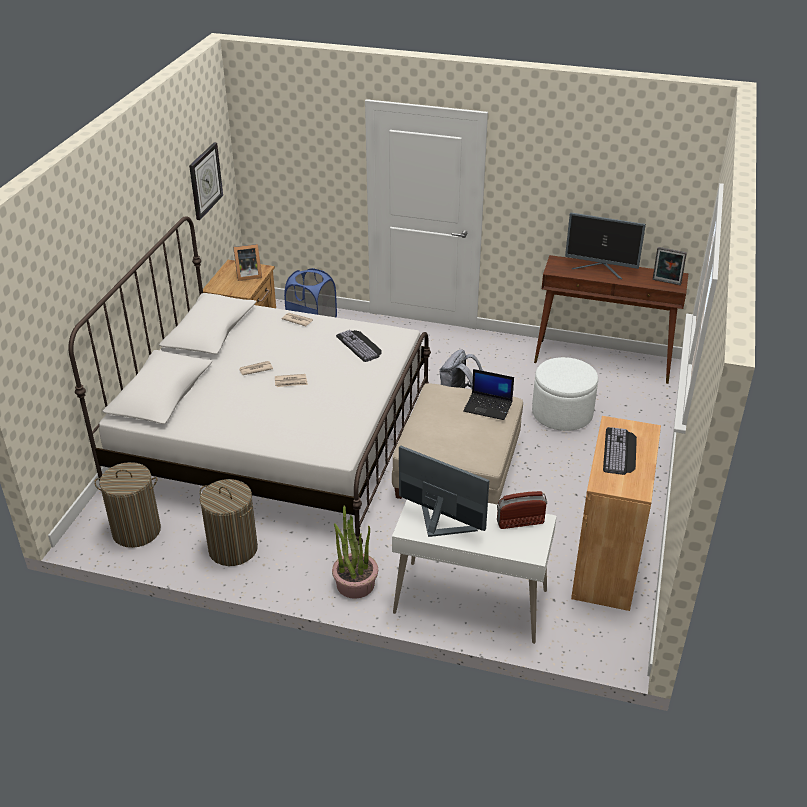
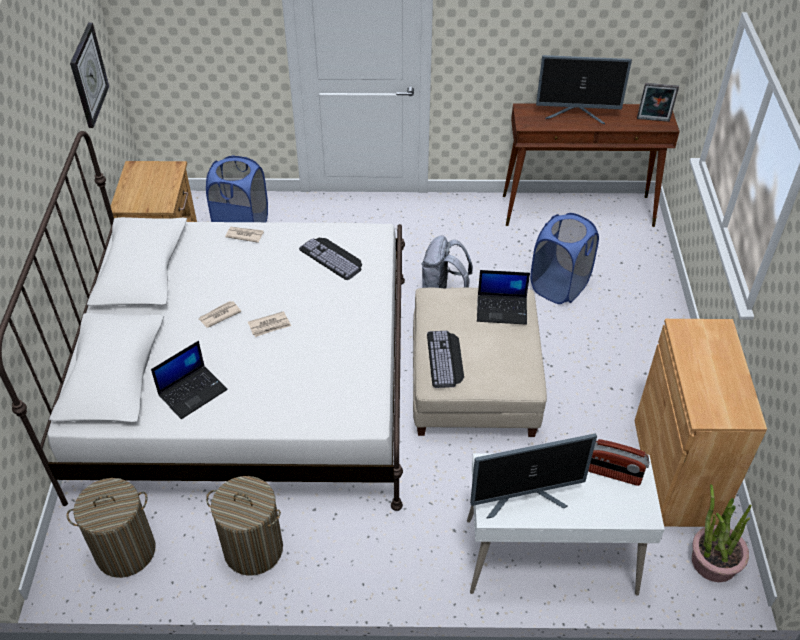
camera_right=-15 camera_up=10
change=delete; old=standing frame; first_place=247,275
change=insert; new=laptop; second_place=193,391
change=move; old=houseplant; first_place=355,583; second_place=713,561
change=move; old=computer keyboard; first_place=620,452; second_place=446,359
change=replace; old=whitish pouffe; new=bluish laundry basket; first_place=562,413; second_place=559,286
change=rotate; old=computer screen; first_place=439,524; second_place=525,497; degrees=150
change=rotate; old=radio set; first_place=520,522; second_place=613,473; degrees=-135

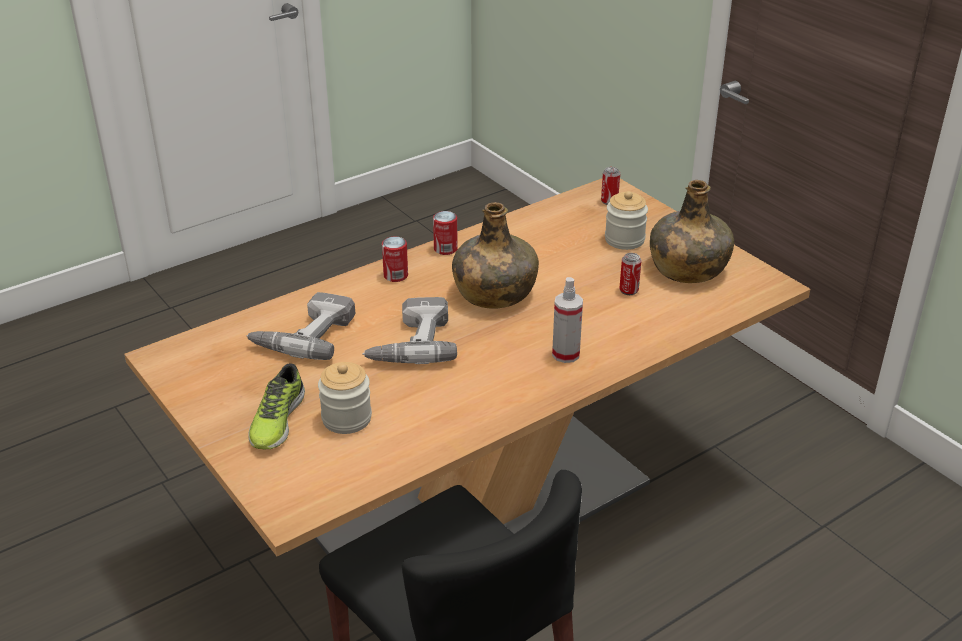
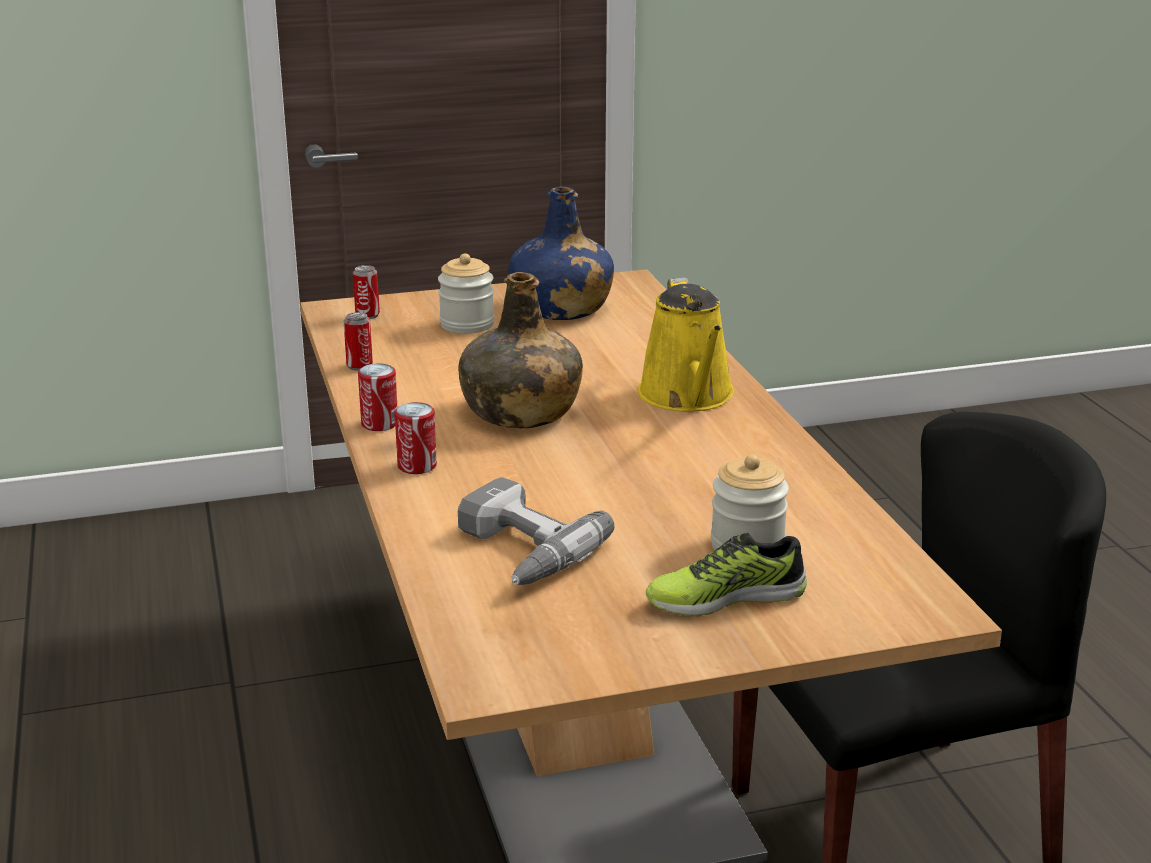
camera_right=-70 camera_up=-10
change=delete; old=power drill; first_place=410,342
change=move; old=can; first_place=628,290; second_place=359,366
change=replace; old=spray bottle; new=yellow watering can; first_place=566,354; second_place=688,396
change=recolor; old=green beverage bottle; new=bluish beverage bottle; first_place=687,268; second_place=560,308
change=rotate; old=shoe; first_place=276,420; second_place=725,597; degrees=135

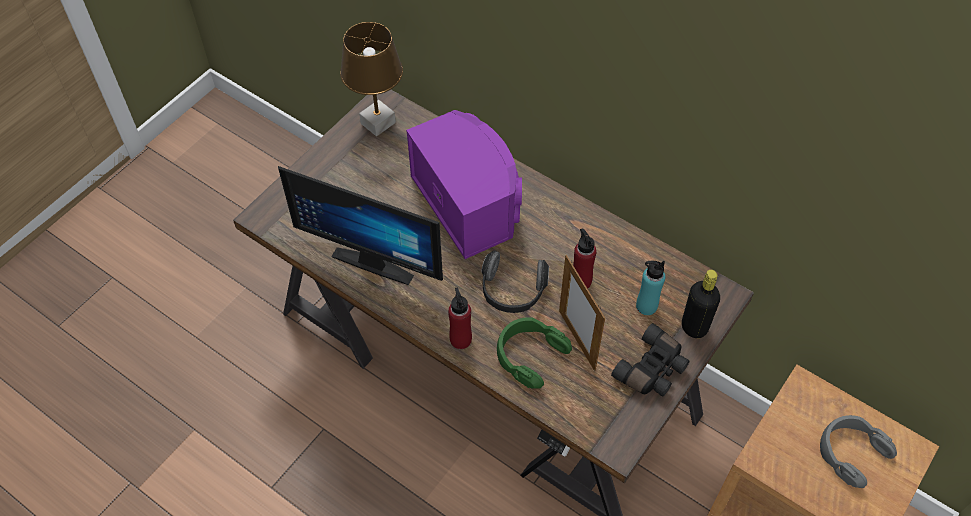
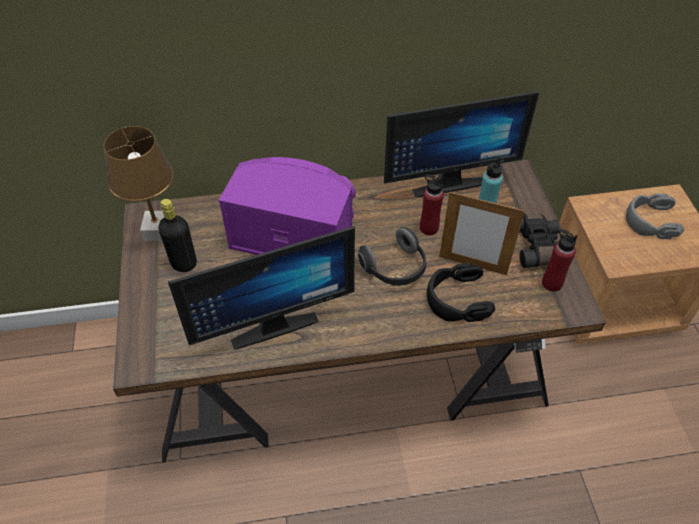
camera_right=-45 camera_up=-5
change=insert; new=computer screen; second_place=446,181
change=move; old=reddish beverage bottle; first_place=460,339; second_place=551,283
change=move; old=black beverage bottle; first_place=694,327; second_place=184,263
change=recolor; old=green headset; new=black headset; first_place=529,355; second_place=457,299

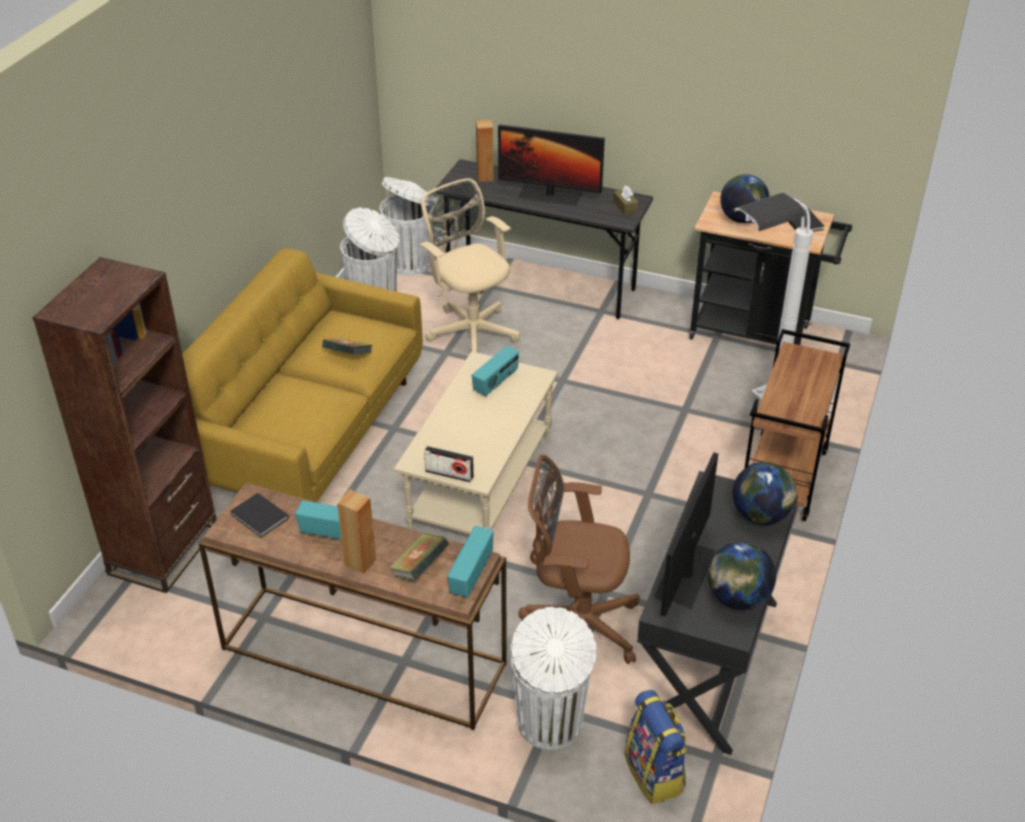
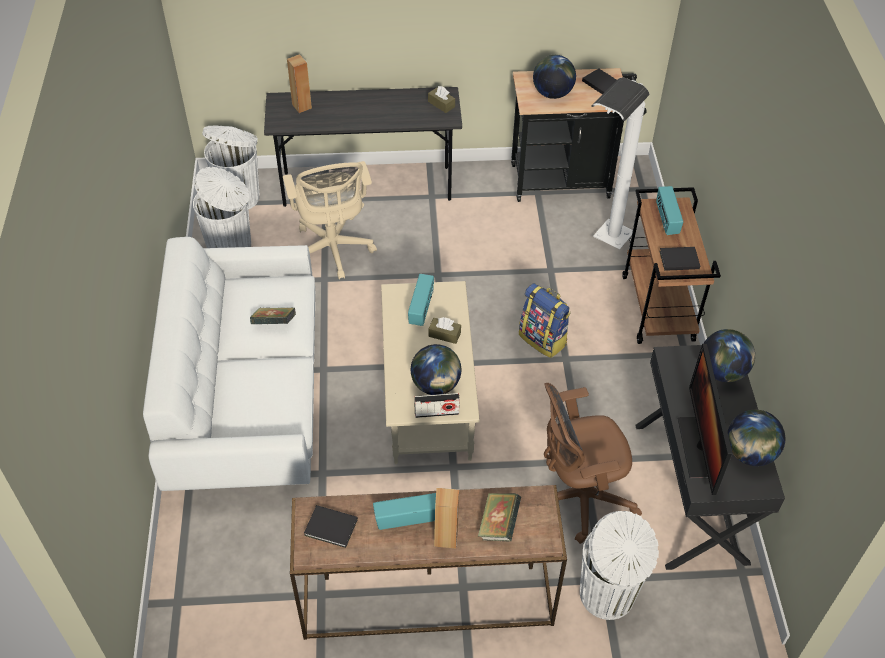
camera_right=-25 camera_up=10
change=delete; old=brown-coloured bookcase; first_place=164,550
change=delete; old=computer screen; first_place=549,195
change=insert; new=world globe; second_place=436,385
change=insert; new=brown-coloured tissue box; second_place=444,334
change=insert; new=black bound book; second_place=678,259
change=move; old=radio set; first_place=470,574; second_place=666,220
change=move; old=rucksack; first_place=655,773; second_place=543,339
change=recolor; old=yellow settee; new=whitish settee; first_place=306,429; second_place=247,397
change=rotate; old=beige-coloured computer chair; first_place=471,331; second_place=333,250; degrees=-135

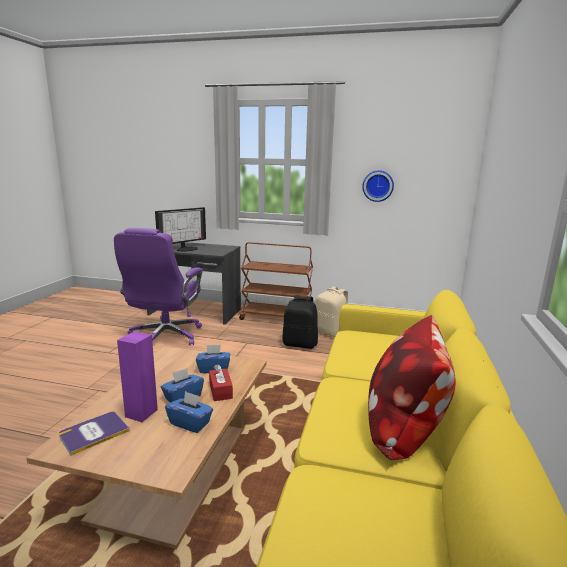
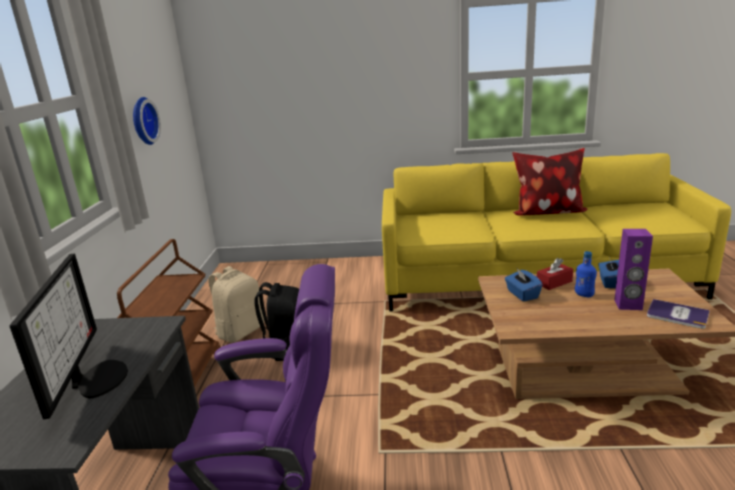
camera_right=-100 camera_up=5
change=replace; old=bluish tissue box; new=bluish beverage bottle; first_place=183,397; second_place=584,295
change=rotate; old=computer screen; first_place=186,249; second_place=95,379; degrees=45

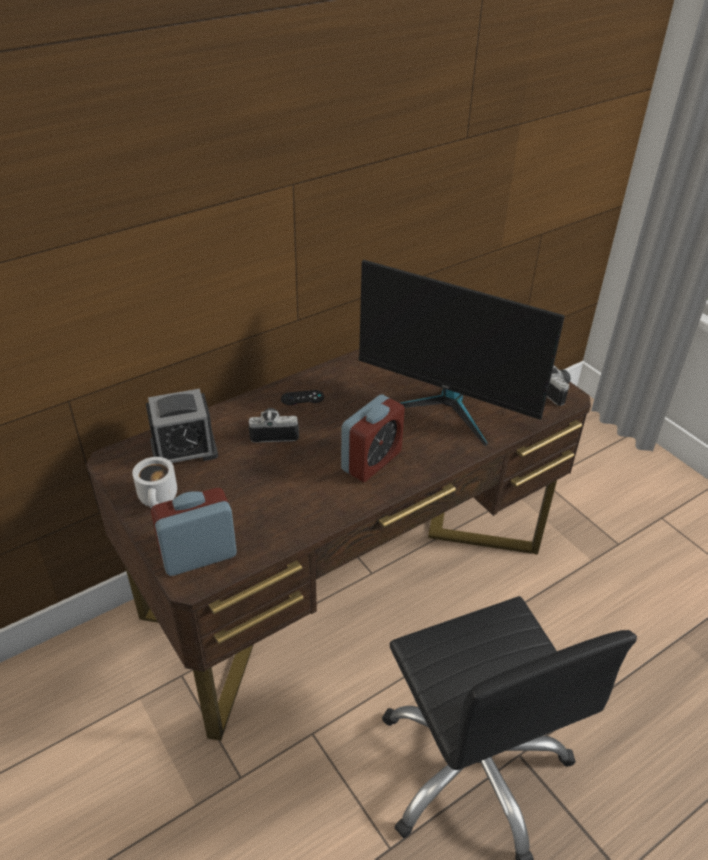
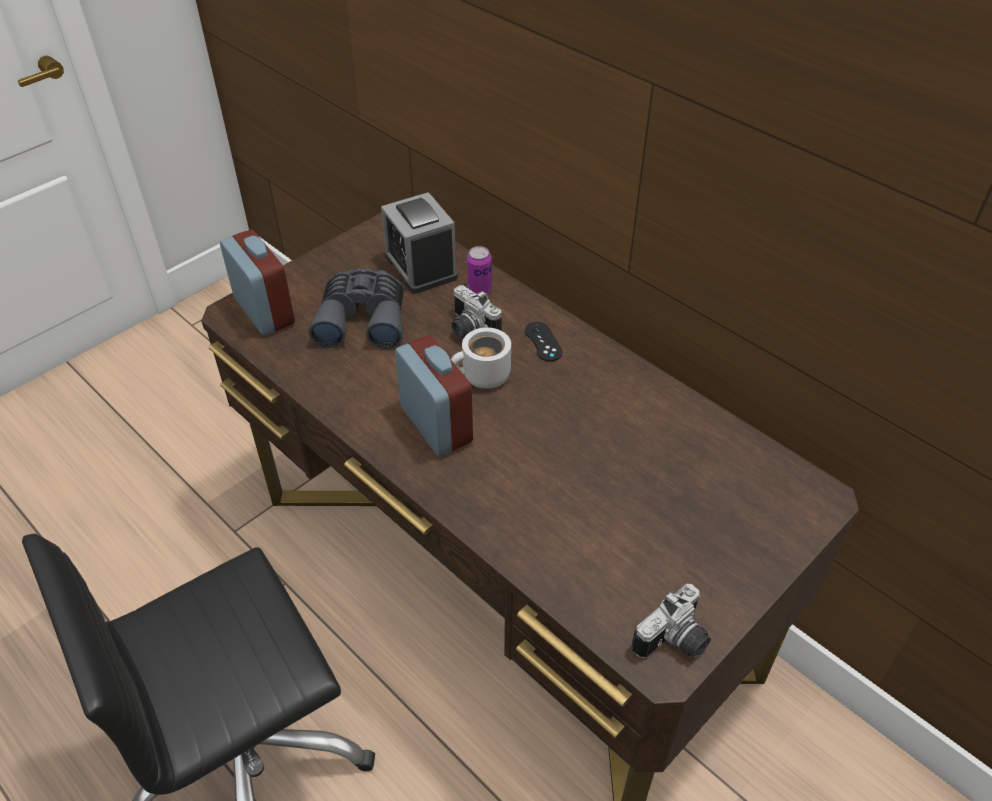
camera_right=80 camera_up=5
change=delete; old=computer screen; first_place=446,407
change=insert; new=grey pair of binoculars; second_place=363,319
change=insert; new=can; second_place=479,289
change=move; old=whitish mug; first_place=159,499; second_place=482,378
change=rotate; old=photo camera; first_place=274,432; second_place=469,329; degrees=150
change=rotate; old=alarm clock; first_place=371,461; second_place=436,424; degrees=-150

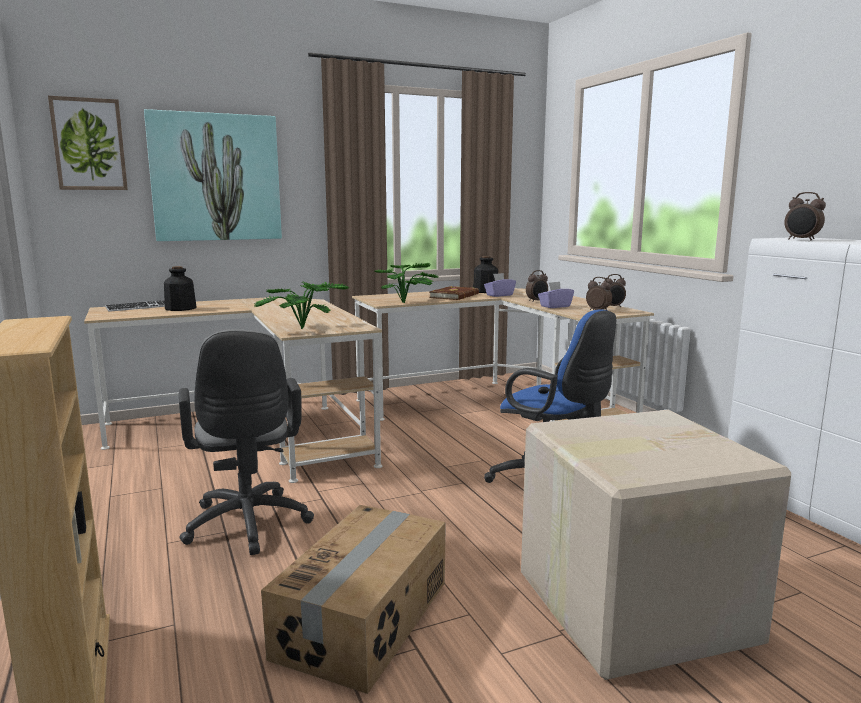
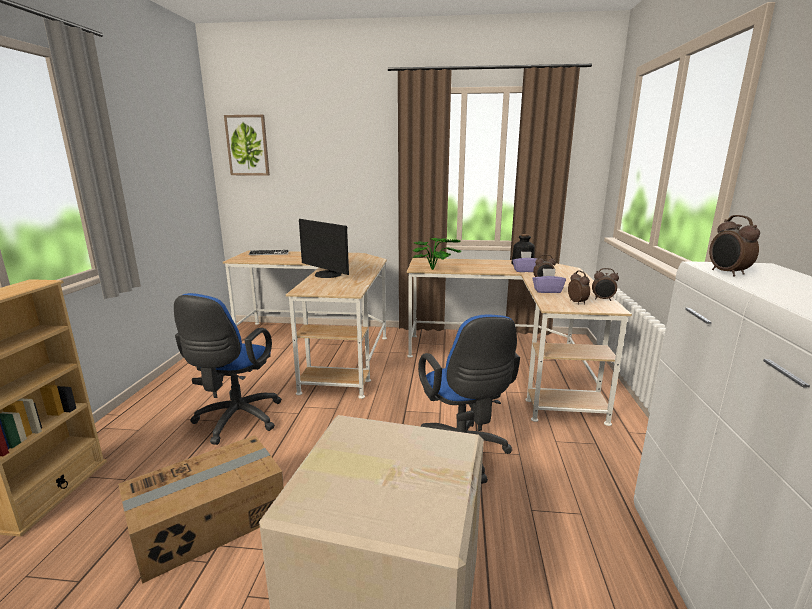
camera_right=30 camera_up=5
change=delete; old=wall picture; first_place=216,178
change=delete; old=beverage bottle; first_place=180,308
change=delete; old=houseplant; first_place=303,329
change=delete; old=brown-coloured bound book; first_place=455,296
change=insert; new=computer screen; second_place=327,275
change=recolor; old=grey computer chair; new=bluish computer chair; first_place=248,526; second_place=236,421

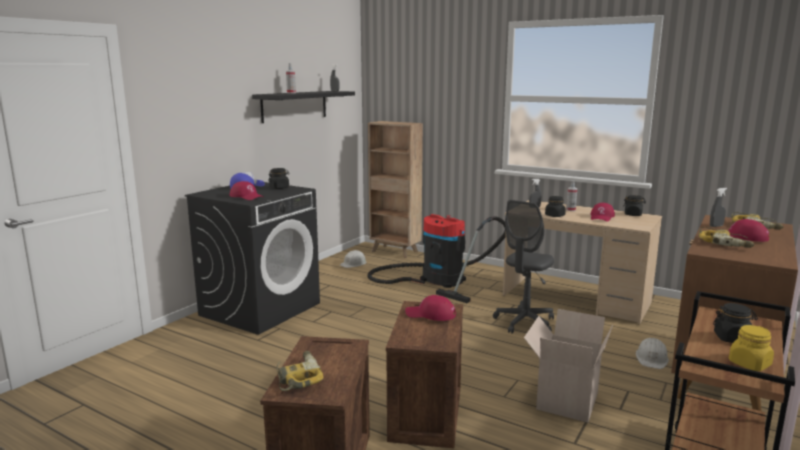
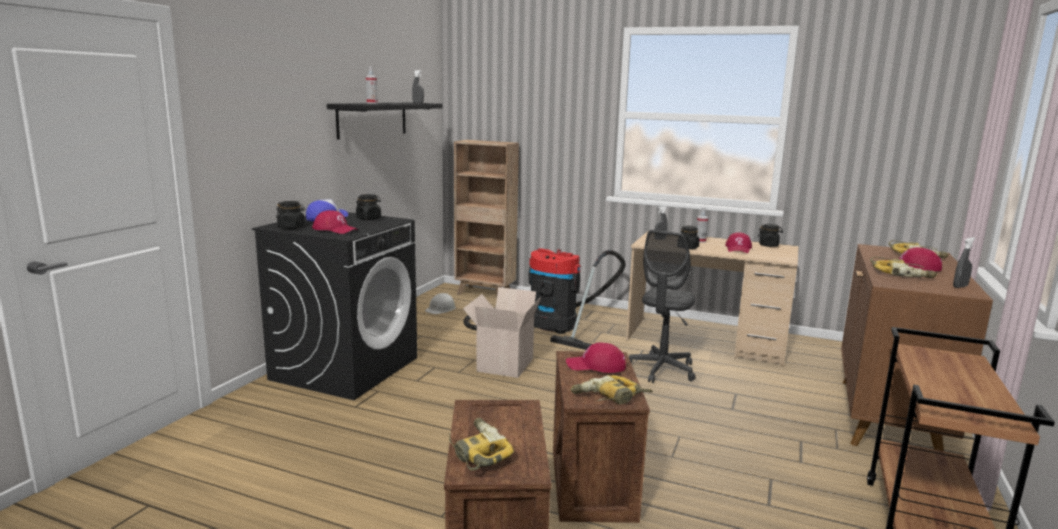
camera_right=-10 camera_up=0
change=delete; old=whitish safety helmet; first_place=652,359
change=delete; old=yellow storage jar; first_place=749,364
change=insert; new=power drill; second_place=609,398
change=move; old=carton; first_place=565,400; second_place=503,364
change=move; old=grey spray bottle; first_place=716,226; second_place=960,286
change=move; old=black storage jar; first_place=732,338; second_place=291,227

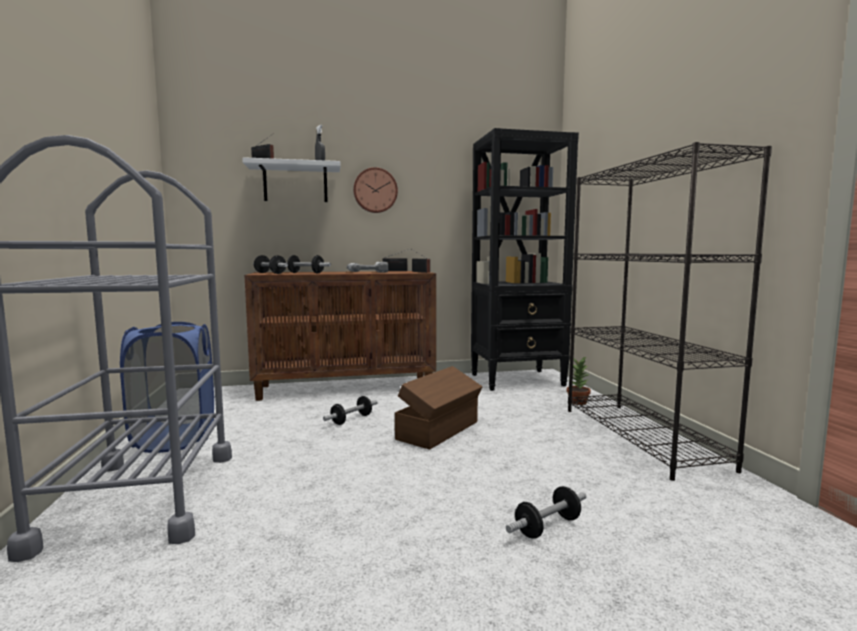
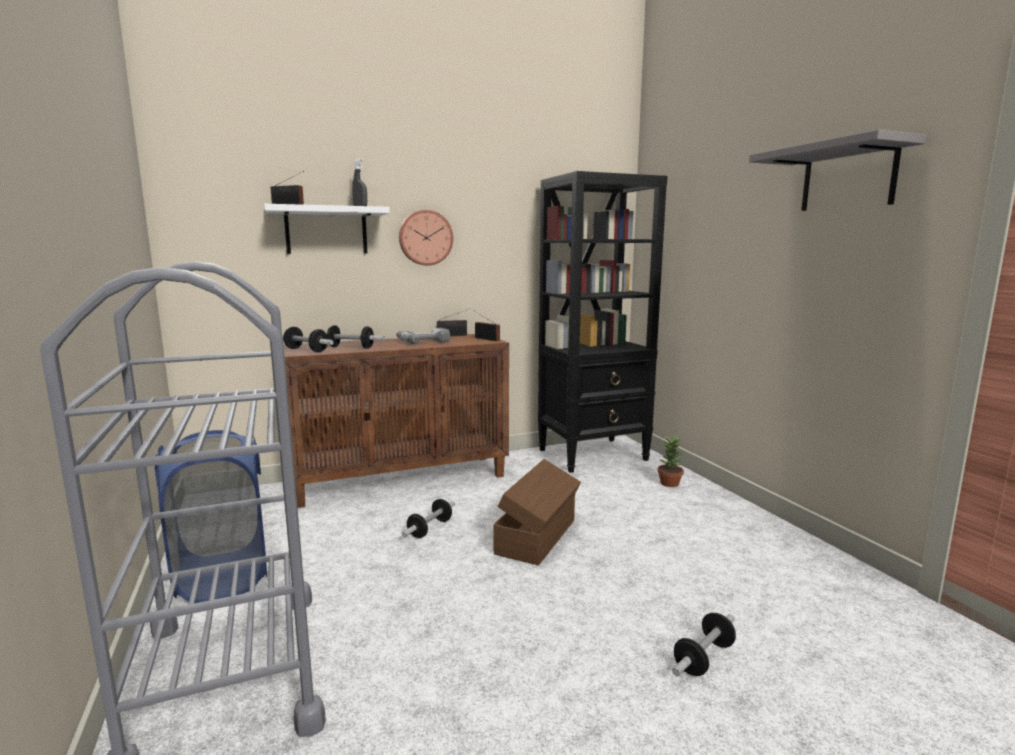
camera_right=-10 camera_up=5
change=delete; old=black bookcase; first_place=642,437
change=insert; new=grey shelf; second_place=848,178

